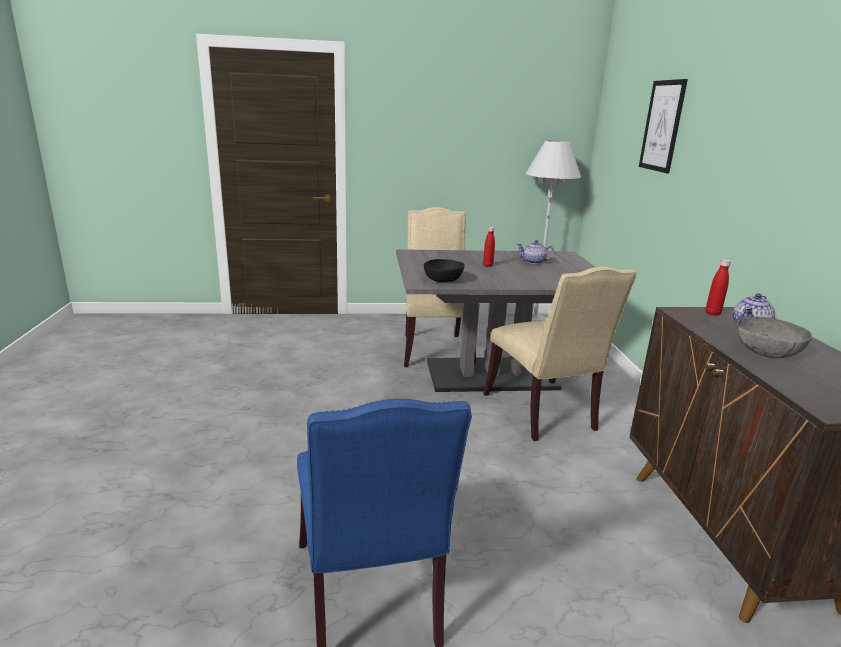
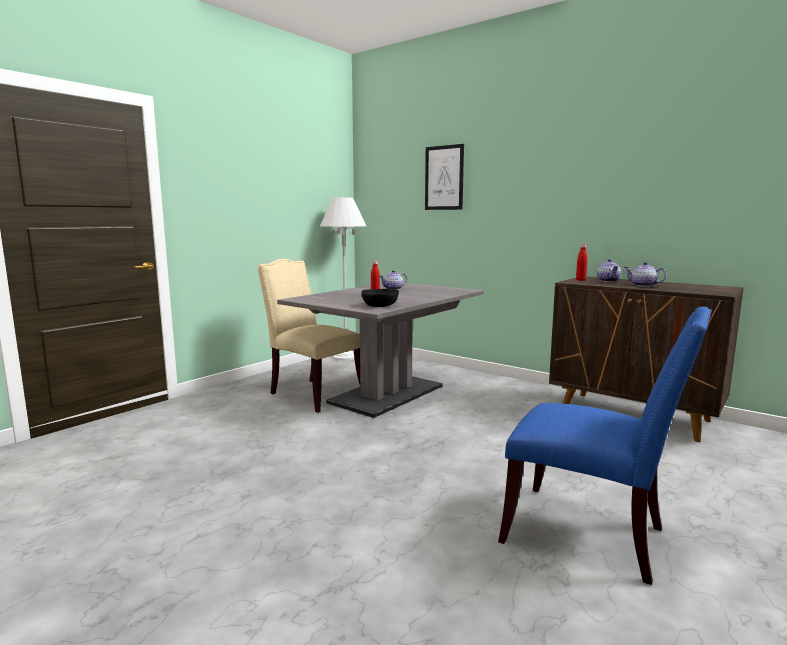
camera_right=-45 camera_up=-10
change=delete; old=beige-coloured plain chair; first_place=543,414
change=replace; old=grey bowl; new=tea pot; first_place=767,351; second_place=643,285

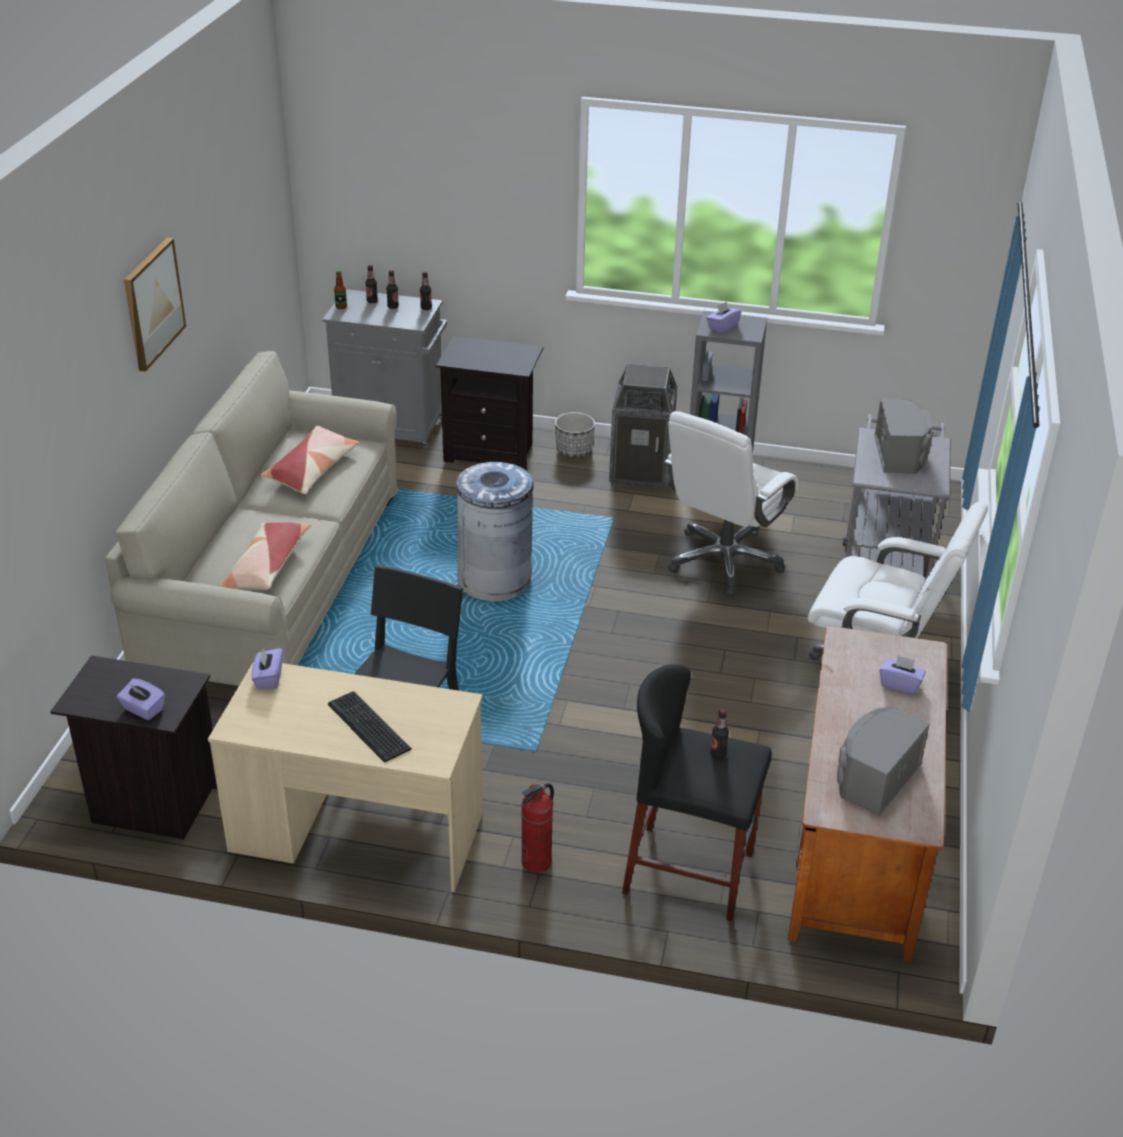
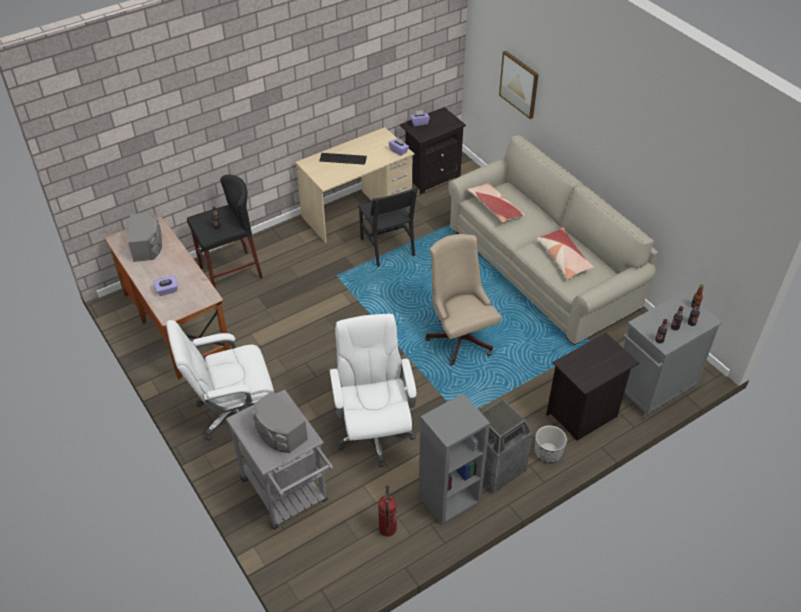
camera_right=135 camera_up=10
change=delete; old=purple-coloured tissue box; first_place=722,327
change=move; old=wall picture; first_place=152,303; second_place=519,84
change=move; old=fire-fighting cylinder; first_place=537,862; second_place=387,528
change=replace; old=grey waste bin; new=beige-coloured computer chair; first_place=495,580; second_place=459,336

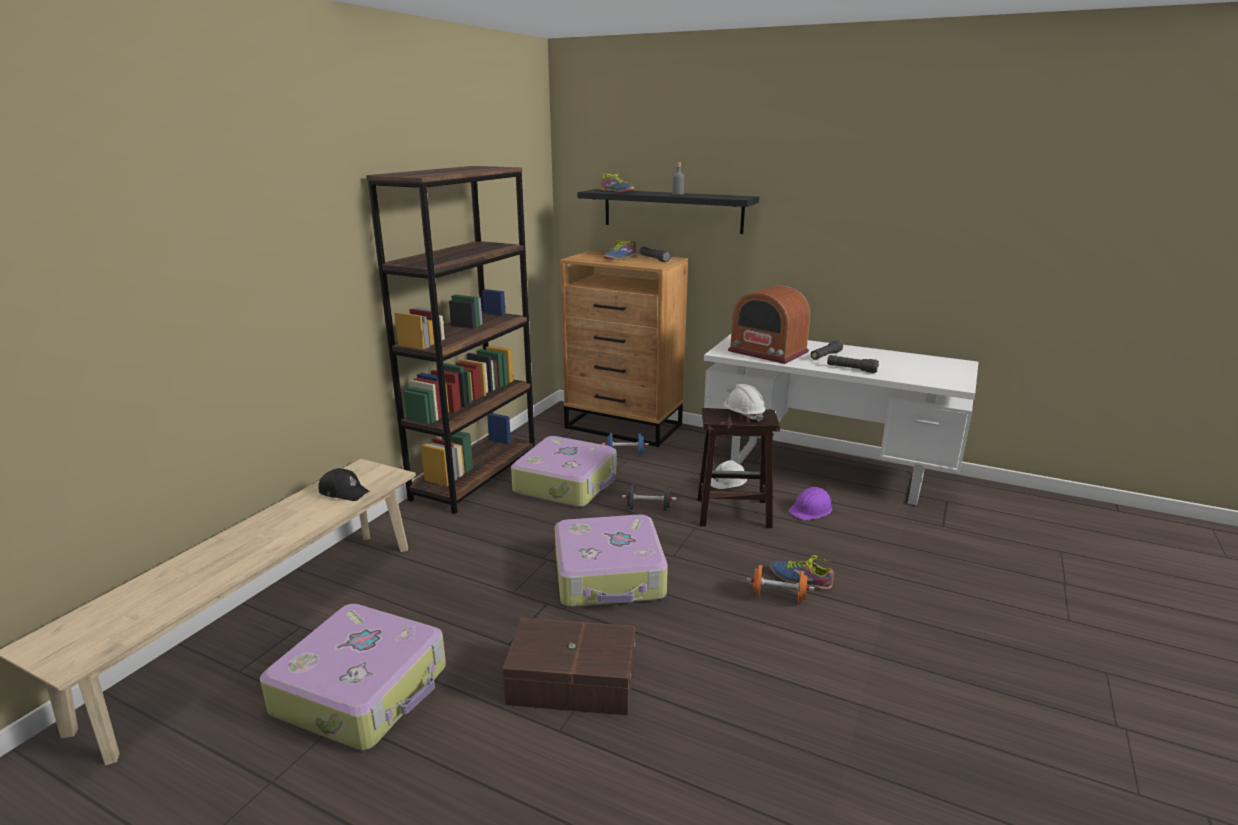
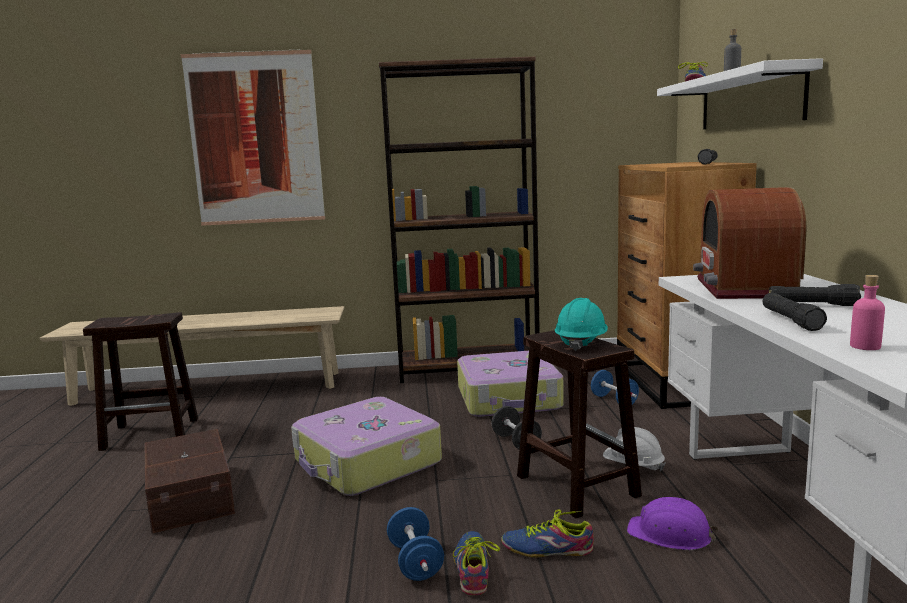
camera_right=60 camera_up=-10
change=delete; old=black peaked cap; first_place=344,492
change=insert; new=wall picture; second_place=255,138
change=insert; new=pink beverage bottle; second_place=865,346
change=move; old=shoe; first_place=620,258; second_place=548,549
change=replace; old=suitcase; new=brown-coloured sitting stool; first_place=363,689; second_place=152,433
change=recolor; old=black shelf; new=whitish shelf; first_place=672,210; second_place=749,100
change=recolor; old=whitish safety helmet; new=turquoise-coloured safety helmet; first_place=743,415; second_place=581,342
change=recolor; old=orangey free weight; new=bluish free weight; first_place=778,596; second_place=415,562

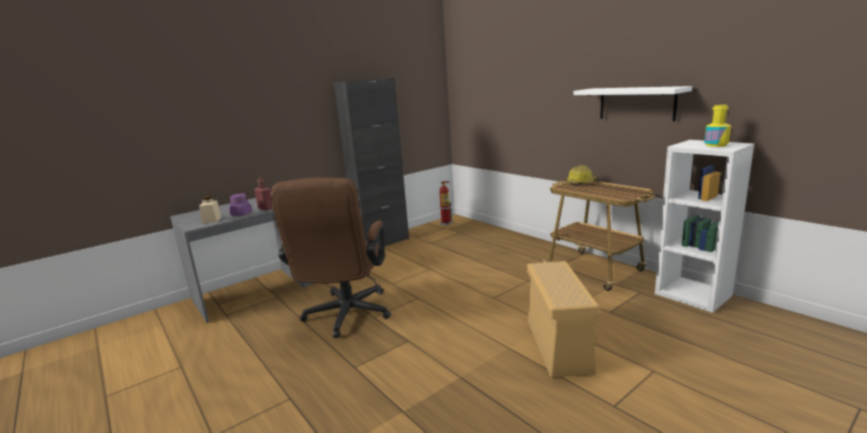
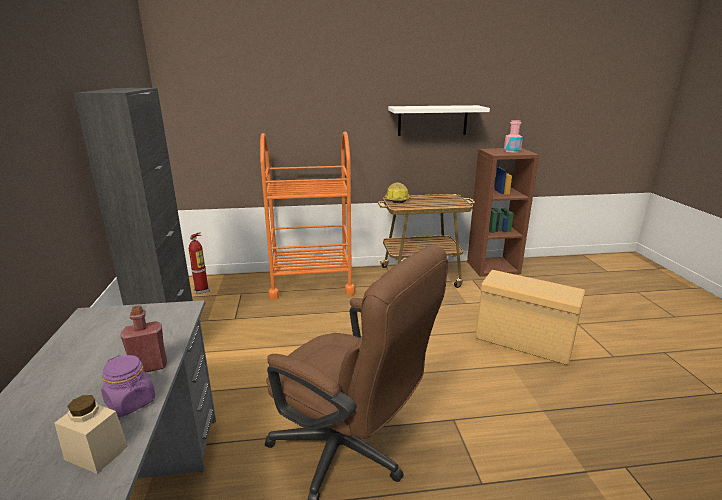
camera_right=-60 camera_up=5
change=insert; new=orangey trolley; second_place=311,283
change=recolor; old=whitish bookcase; new=brown-coloured bookcase; first_place=693,295; second_place=493,267
change=recolor; old=yellow beverage bottle; new=pink beverage bottle; first_place=716,145; second_place=512,151

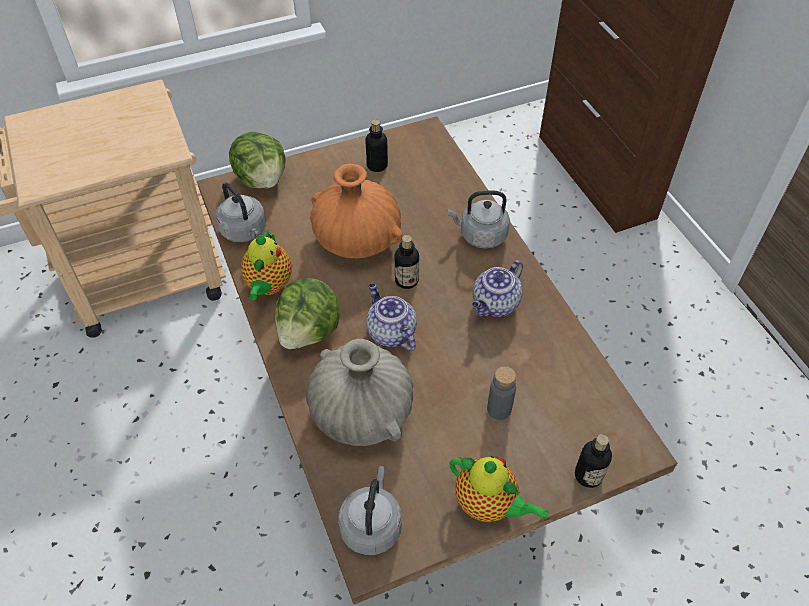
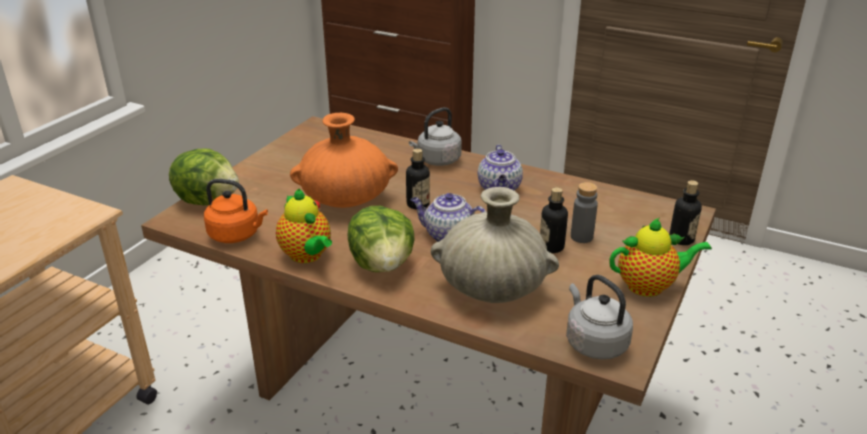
camera_right=-40 camera_up=-20
change=move; old=beverage bottle; first_place=377,165; second_place=551,247
change=recolor; old=grey water kettle; new=orangey water kettle; first_place=245,232; second_place=237,235

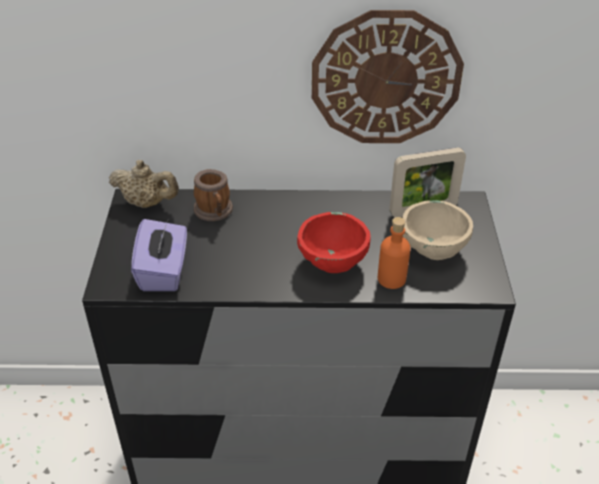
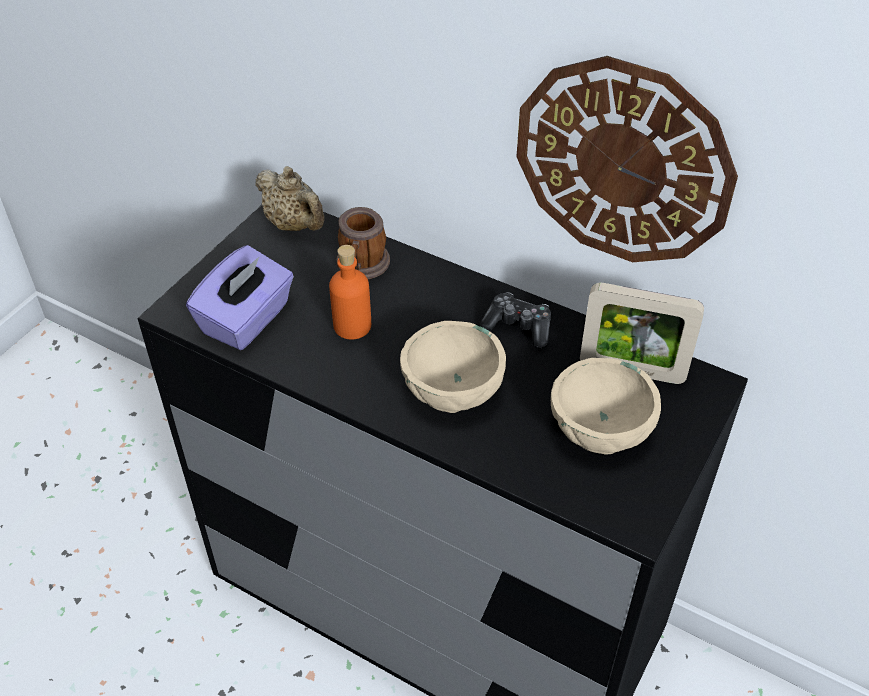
camera_right=30 camera_up=5
change=insert; new=gamepad; second_place=518,327
change=move; old=orangey beverage bottle; first_place=391,279; second_place=352,326
change=recolor; old=reddish bowl; new=beige-coloured bowl; first_place=333,262; second_place=453,394

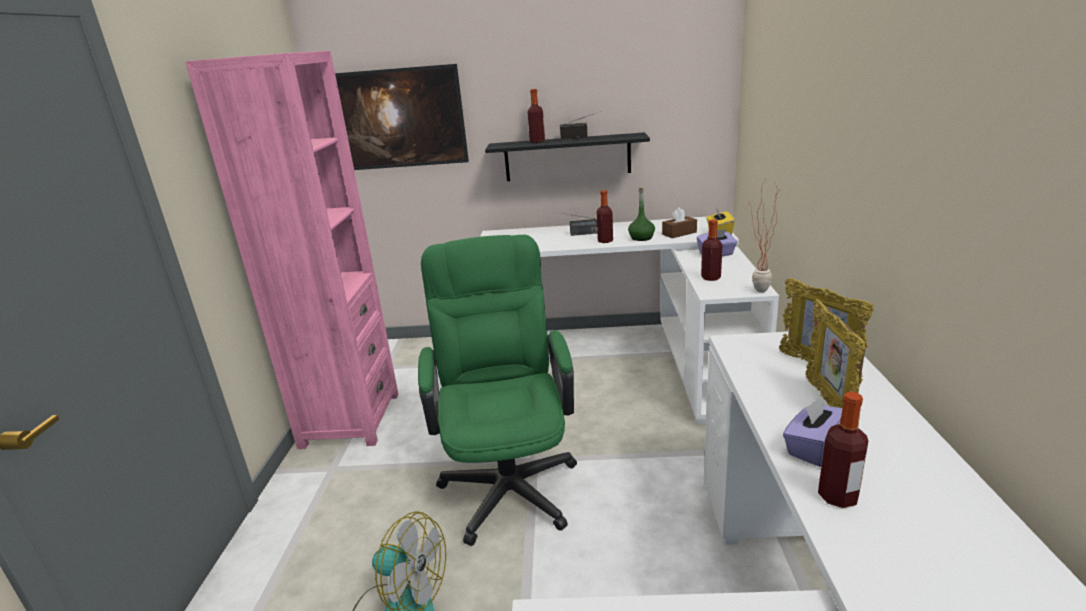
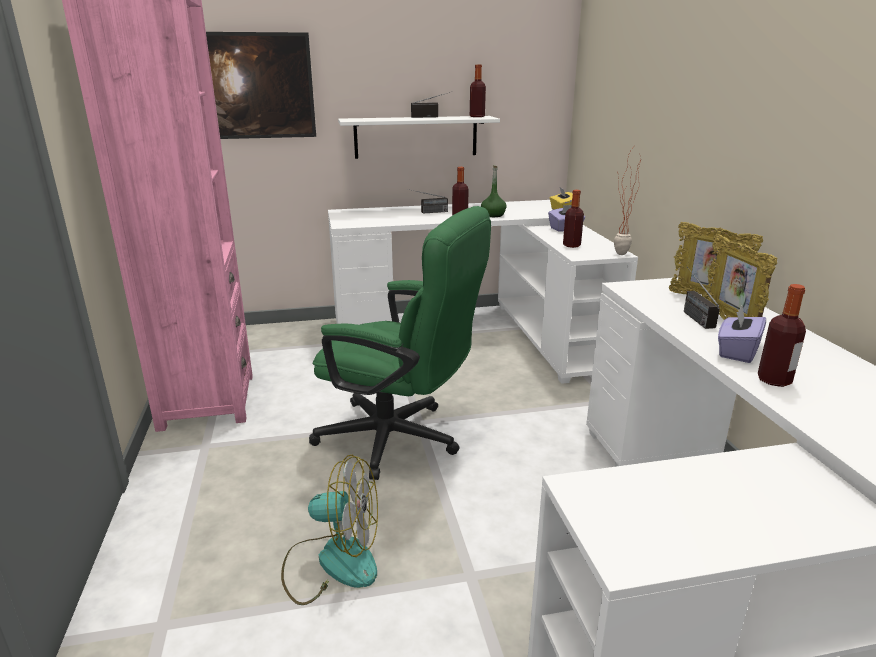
camera_right=-15 camera_up=0
change=delete; old=brown-coloured tissue box; first_place=679,233
change=insert; new=radio set; second_place=691,315
change=move; old=beverage bottle; first_place=537,141; second_place=477,116
change=recolor; old=black shelf; new=whitish shelf; first_place=567,157; second_place=416,137
change=rotate; old=green computer chair; first_place=508,479; second_place=400,440; degrees=135

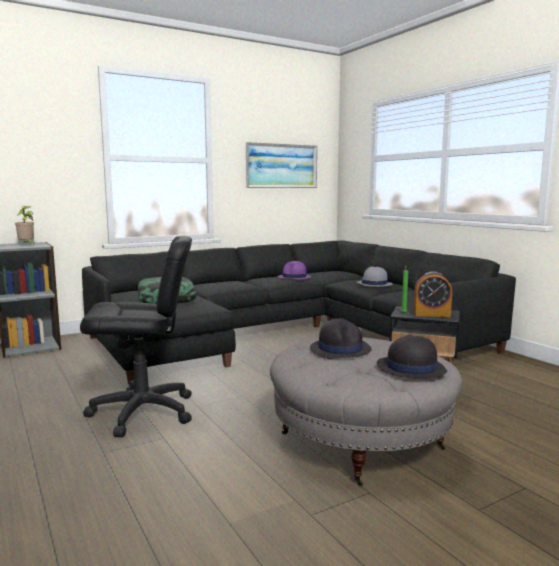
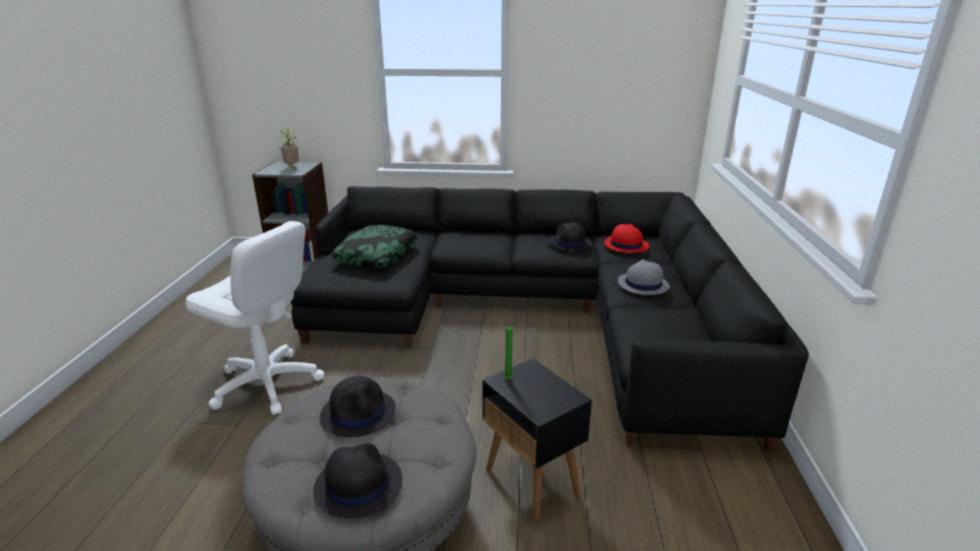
camera_right=35 camera_up=15
change=delete; old=wall picture; first_place=281,166
change=delete; old=alarm clock; first_place=431,314
change=insert; new=reddish hat; second_place=625,245
change=recolor; old=black computer chair; new=whitish computer chair; first_place=143,412; second_place=266,384
change=recolor; old=purple-coloured hat; new=black hat; first_place=294,277; second_place=569,243

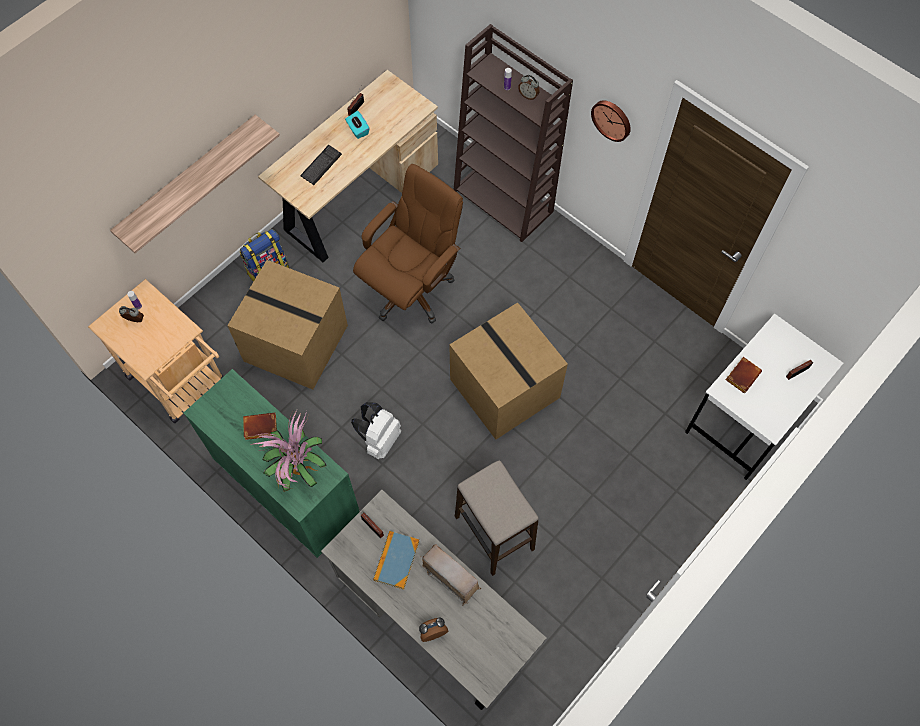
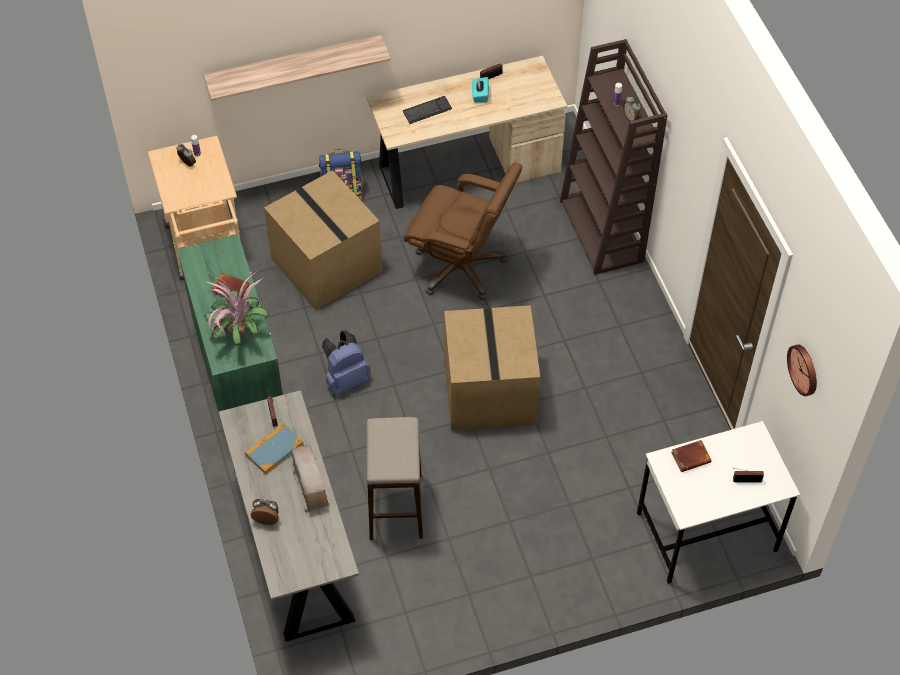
camera_right=30 camera_up=-10
change=move; old=clock on the wall; first_place=612,119; second_place=804,369
change=recolor; old=whitish rucksack; new=bluish rucksack; first_place=379,439; second_place=346,379
change=rotate; old=brown-coloured computer chair; first_place=411,288; second_place=461,267; degrees=45

